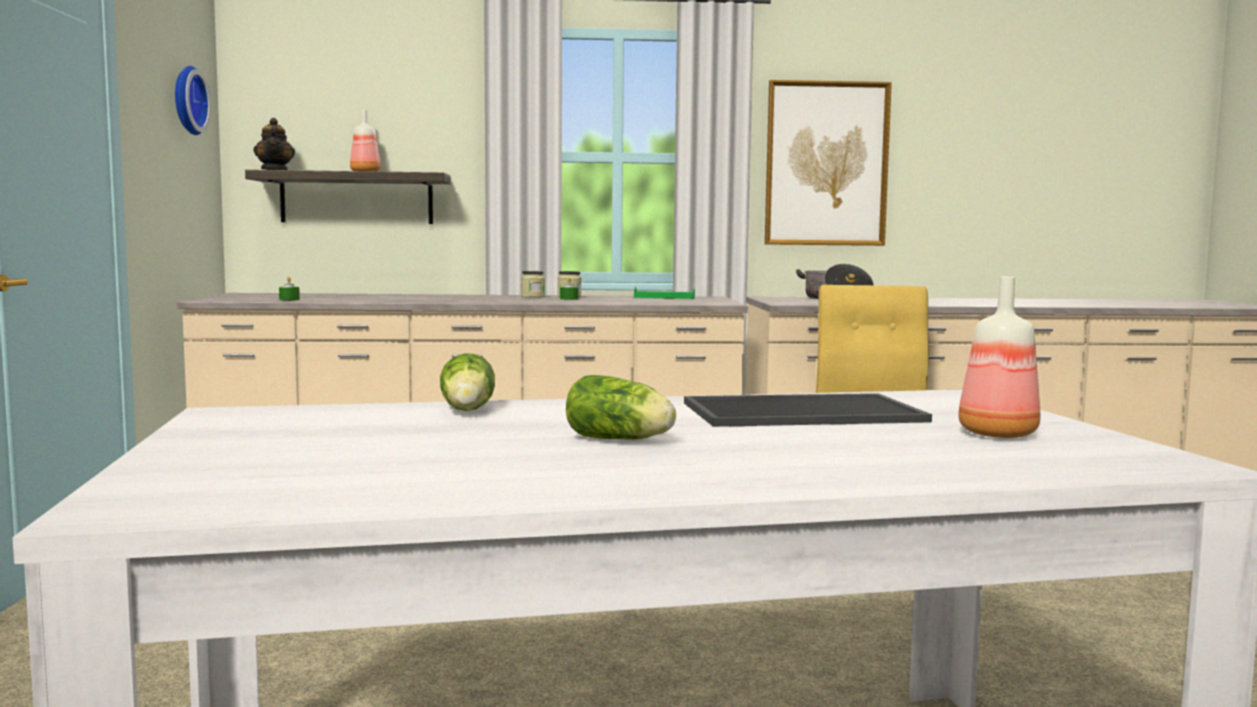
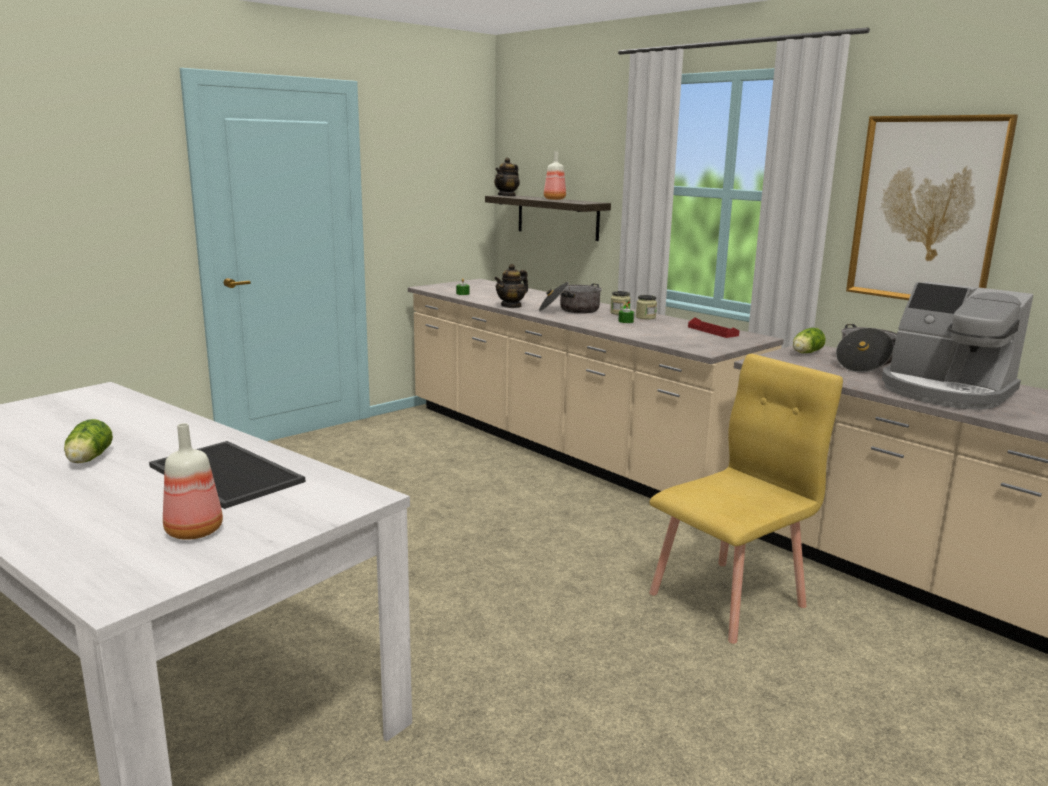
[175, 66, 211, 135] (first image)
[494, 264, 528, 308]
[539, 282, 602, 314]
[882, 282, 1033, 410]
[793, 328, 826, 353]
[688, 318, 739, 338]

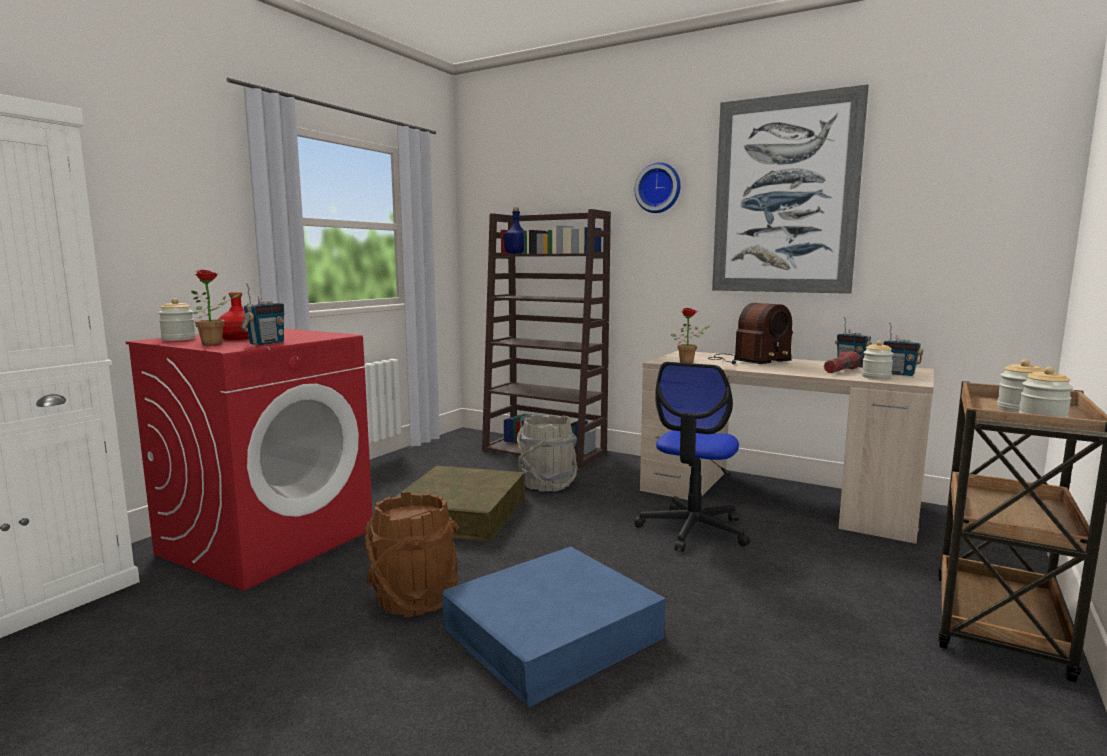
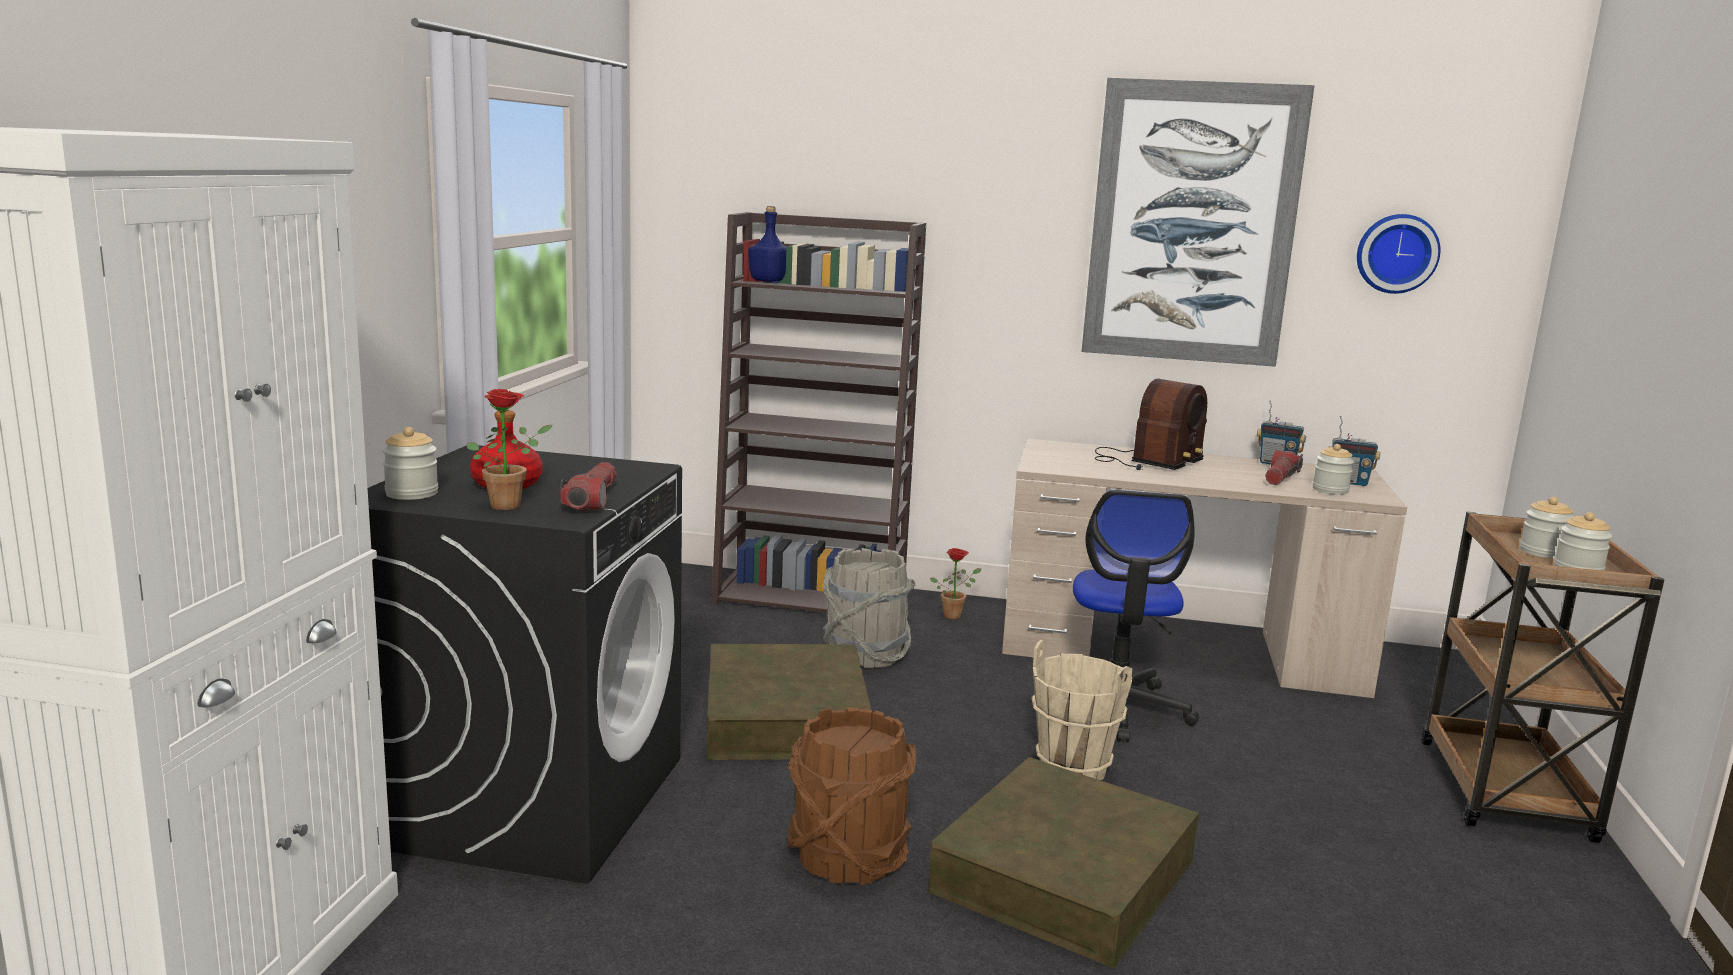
[1032, 640, 1133, 780]
[1357, 214, 1441, 294]
[930, 548, 981, 619]
[559, 462, 617, 511]
[368, 445, 682, 884]
[928, 757, 1199, 968]

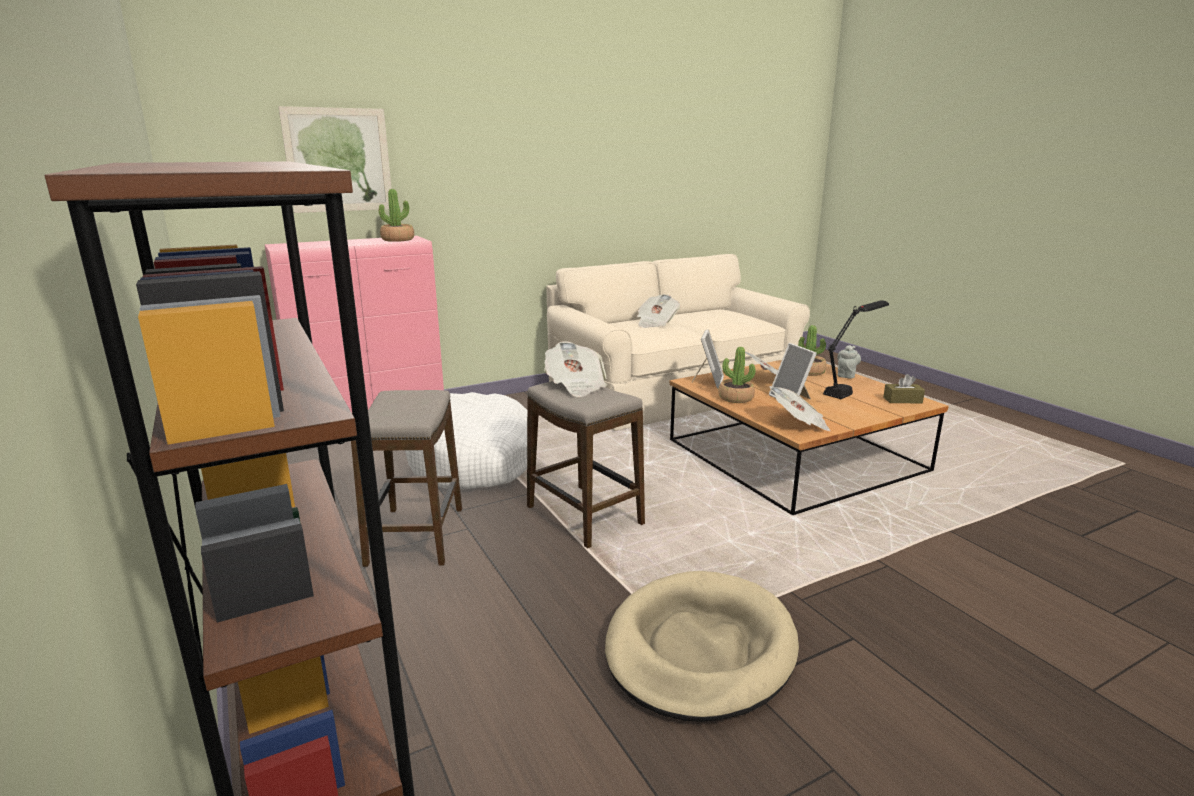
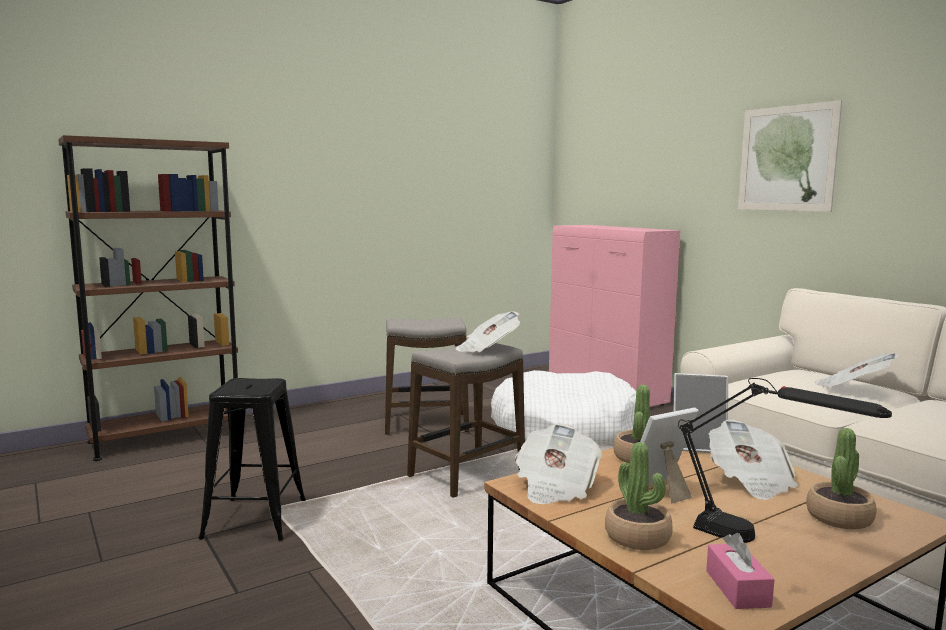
[837, 345, 861, 379] (first image)
[738, 100, 842, 212]
[605, 442, 673, 550]
[198, 378, 306, 541]
[706, 533, 775, 609]

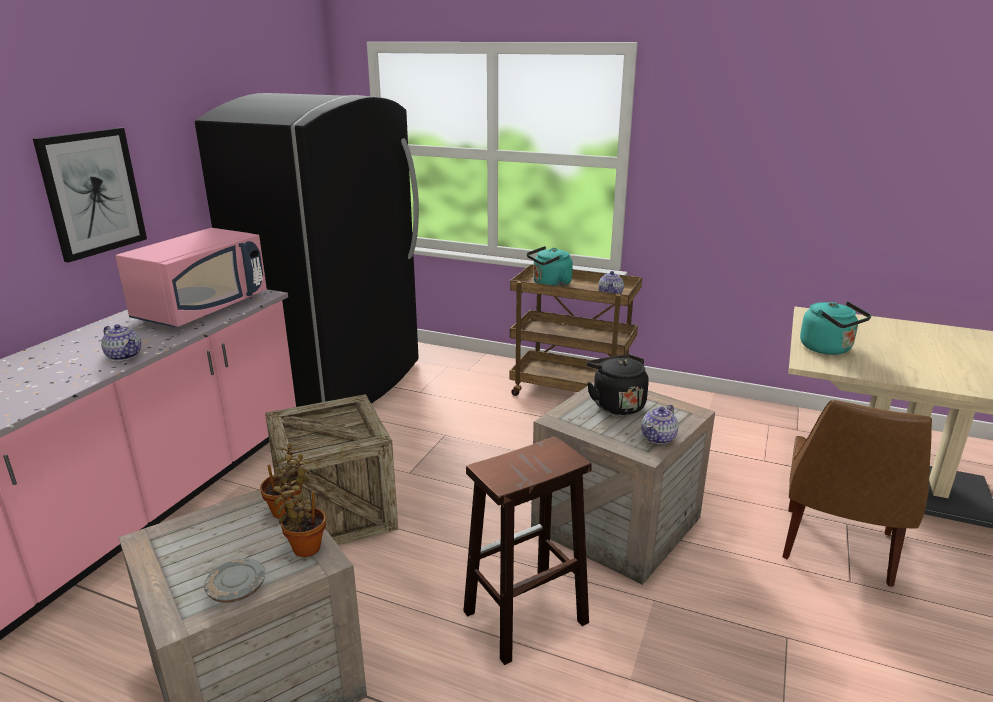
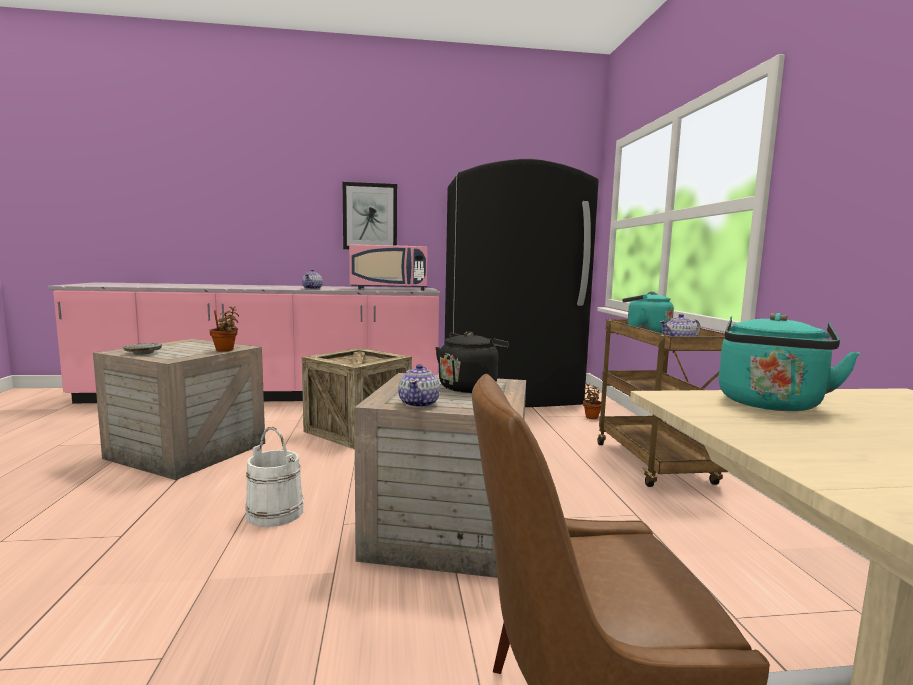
[583, 384, 601, 419]
[245, 427, 304, 527]
[398, 364, 440, 408]

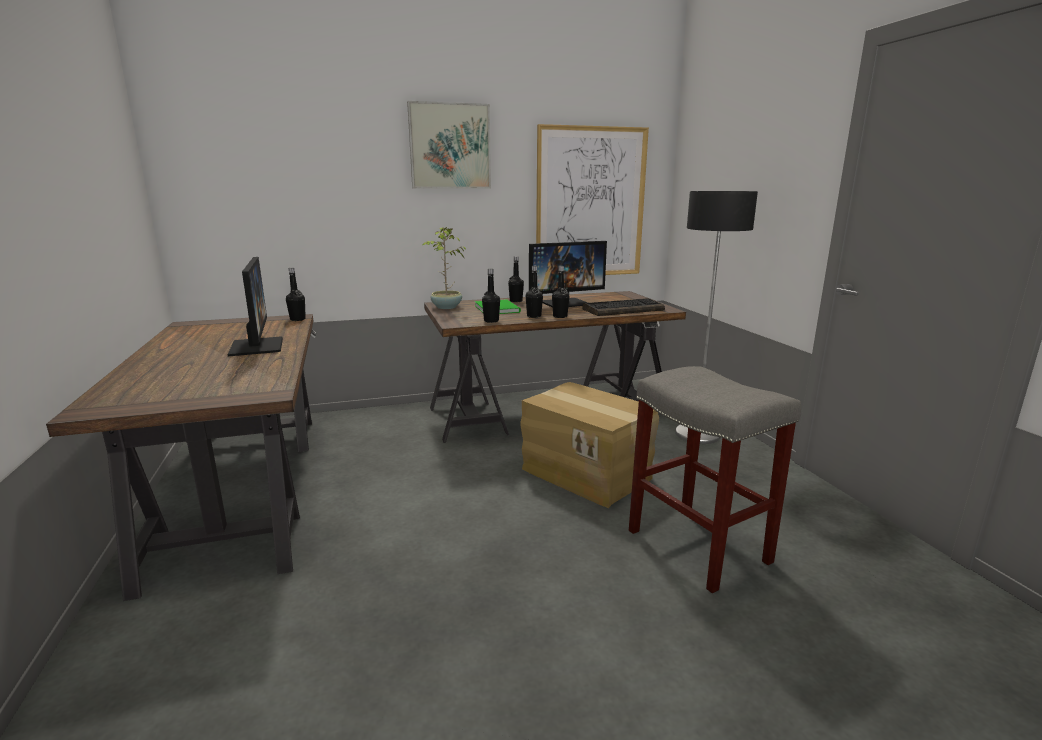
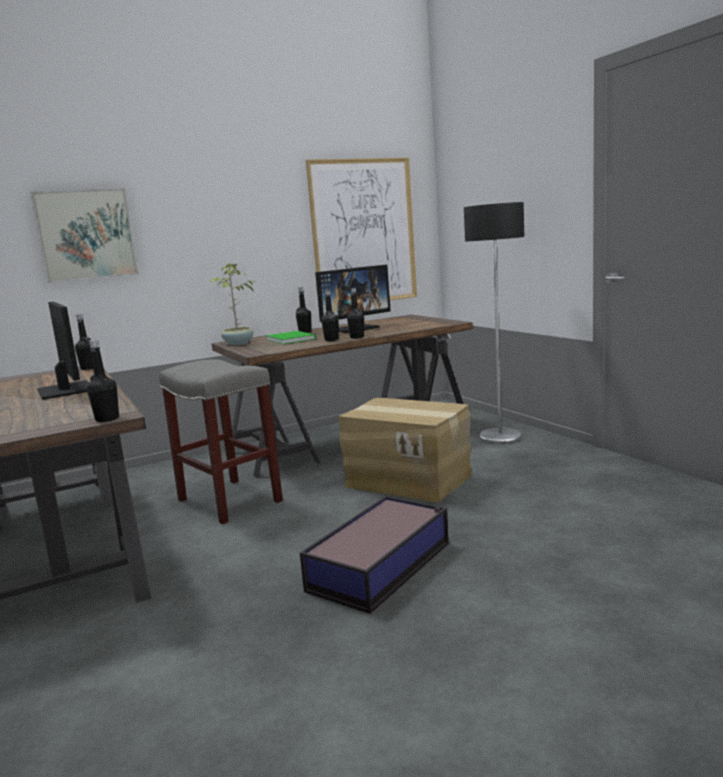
[582, 298, 665, 316] (first image)
[300, 496, 449, 614]
[30, 188, 139, 283]
[87, 340, 119, 422]
[159, 359, 283, 524]

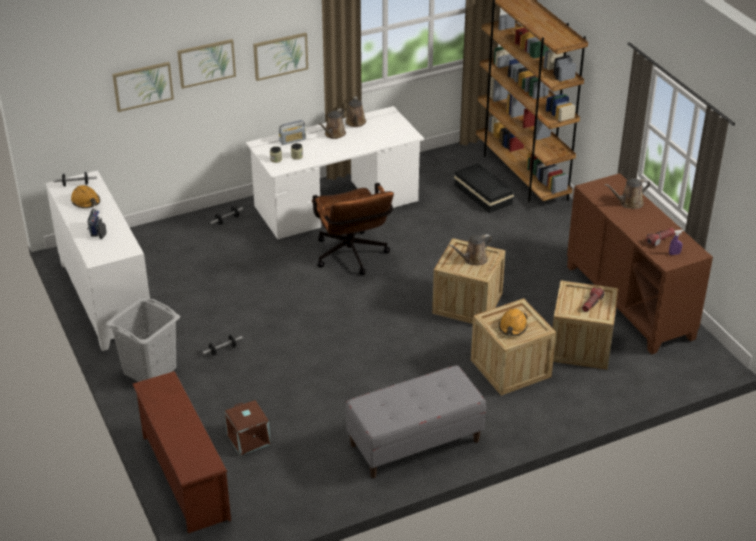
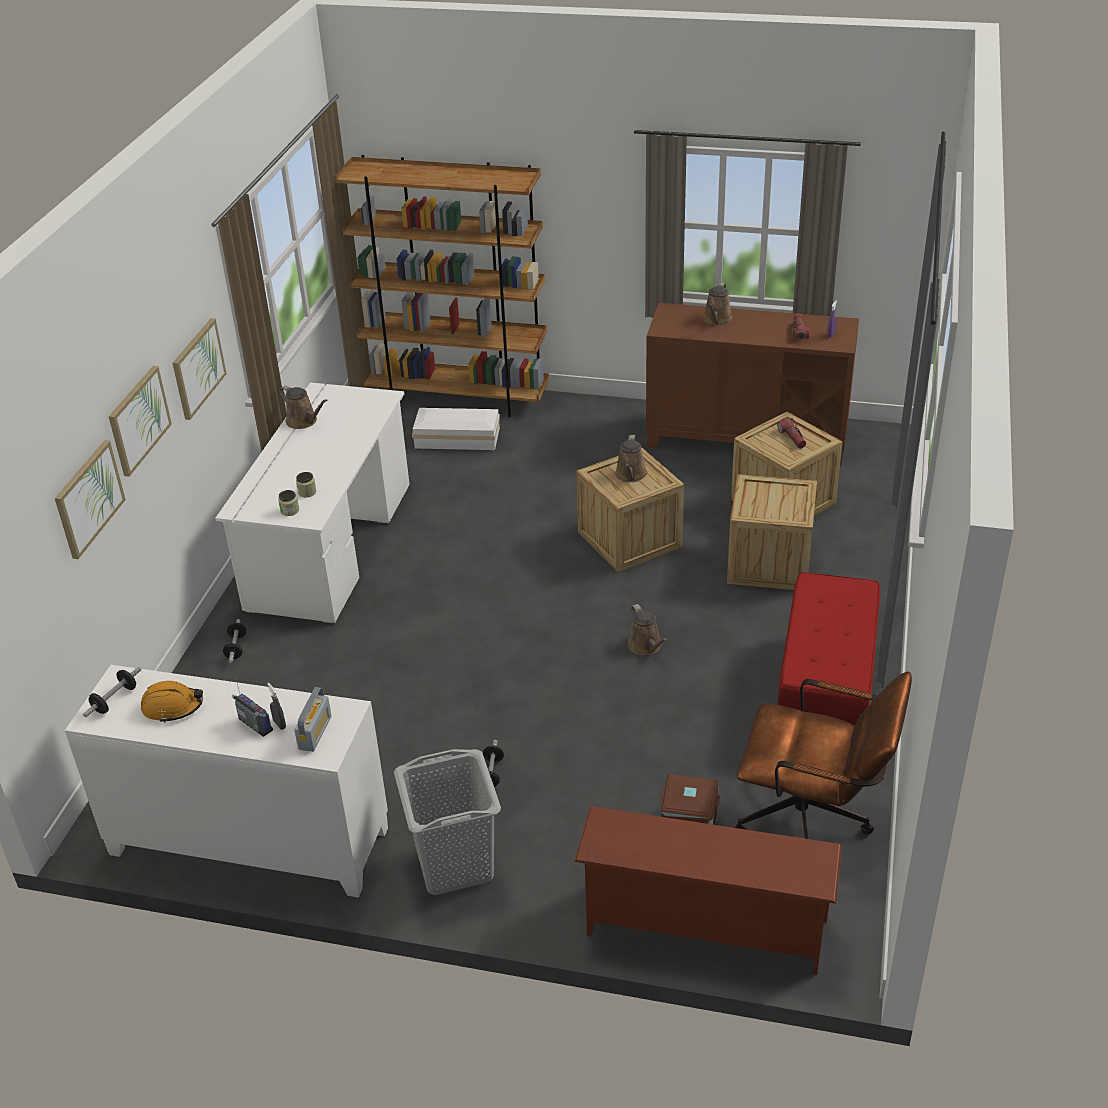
[499, 309, 528, 336] (first image)
[294, 687, 332, 752]
[735, 671, 912, 839]
[628, 604, 668, 655]
[778, 572, 880, 726]
[412, 408, 500, 450]

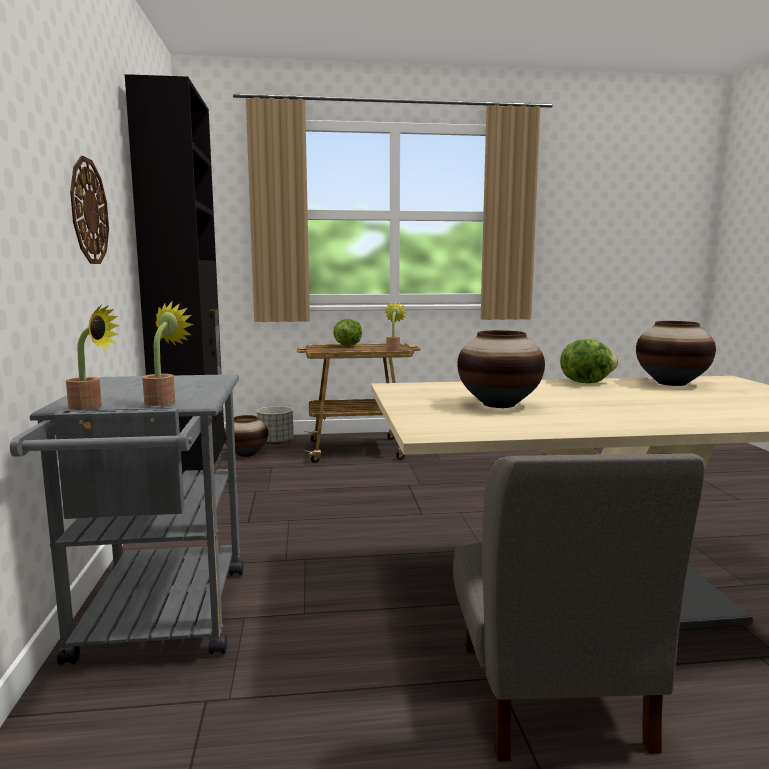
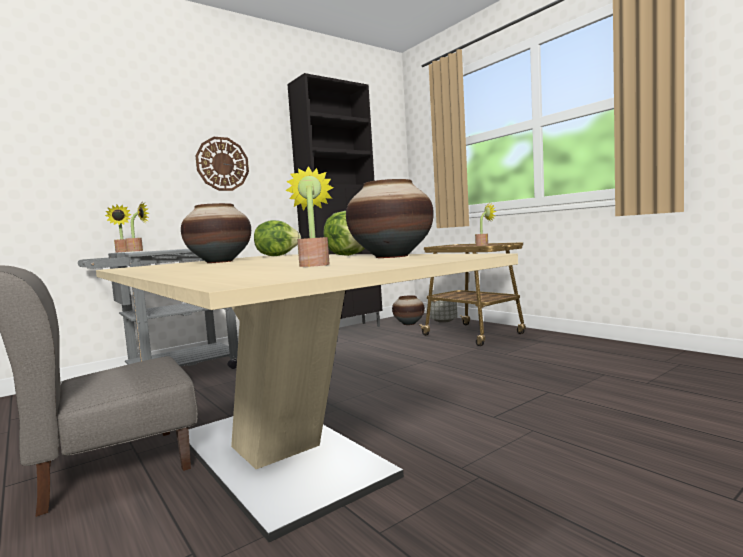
[285, 166, 334, 267]
[254, 220, 301, 256]

